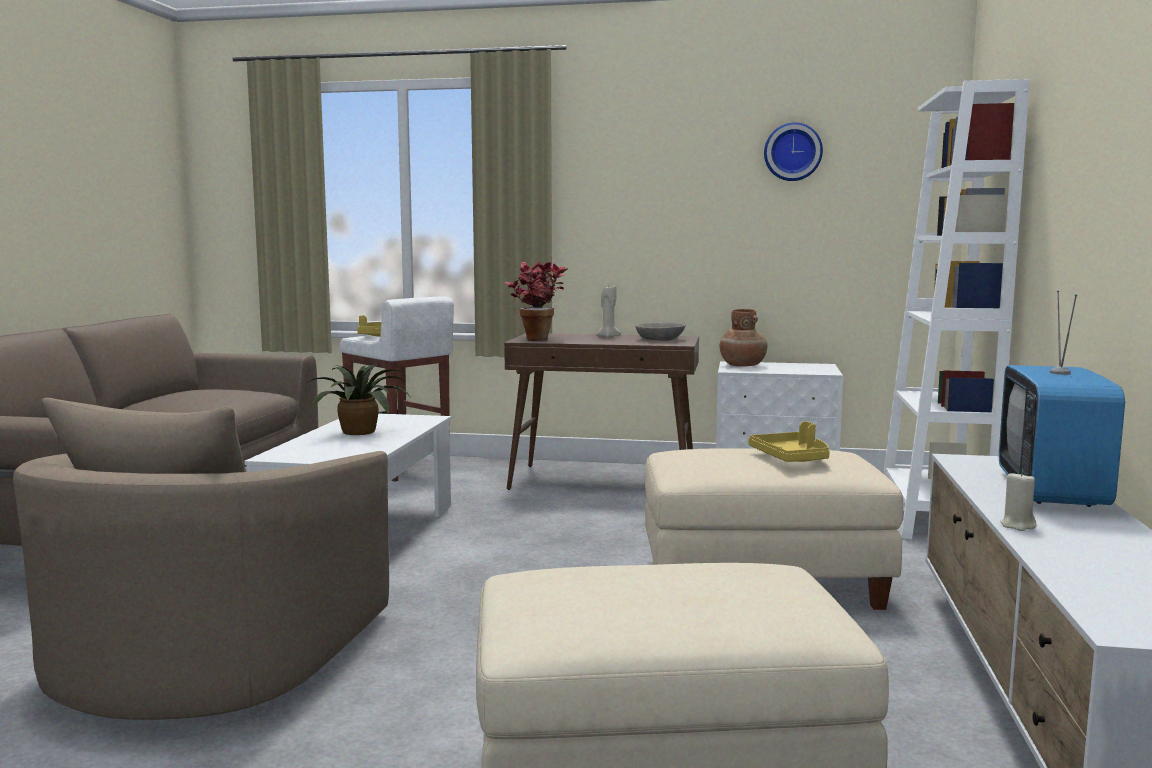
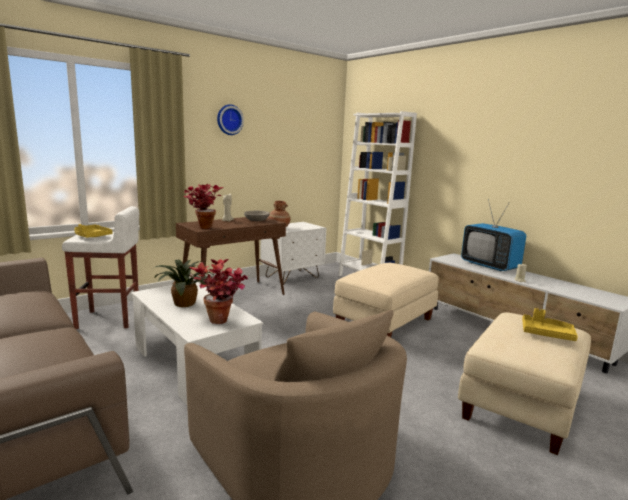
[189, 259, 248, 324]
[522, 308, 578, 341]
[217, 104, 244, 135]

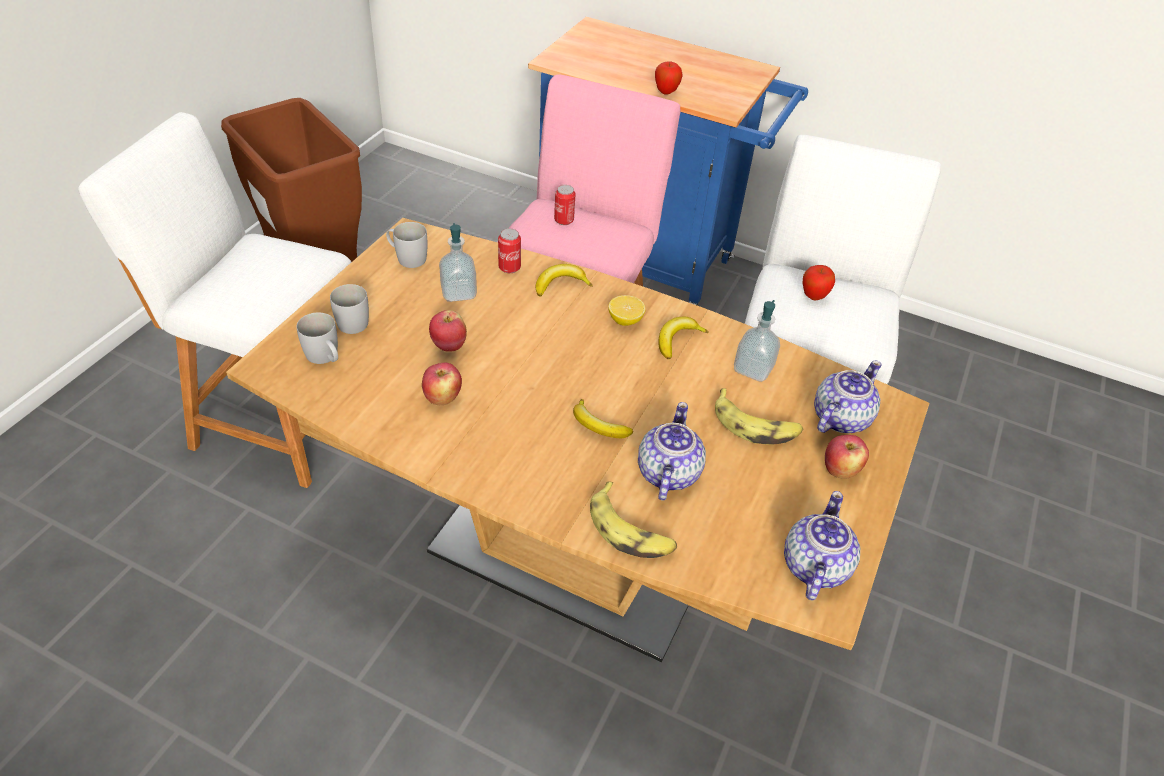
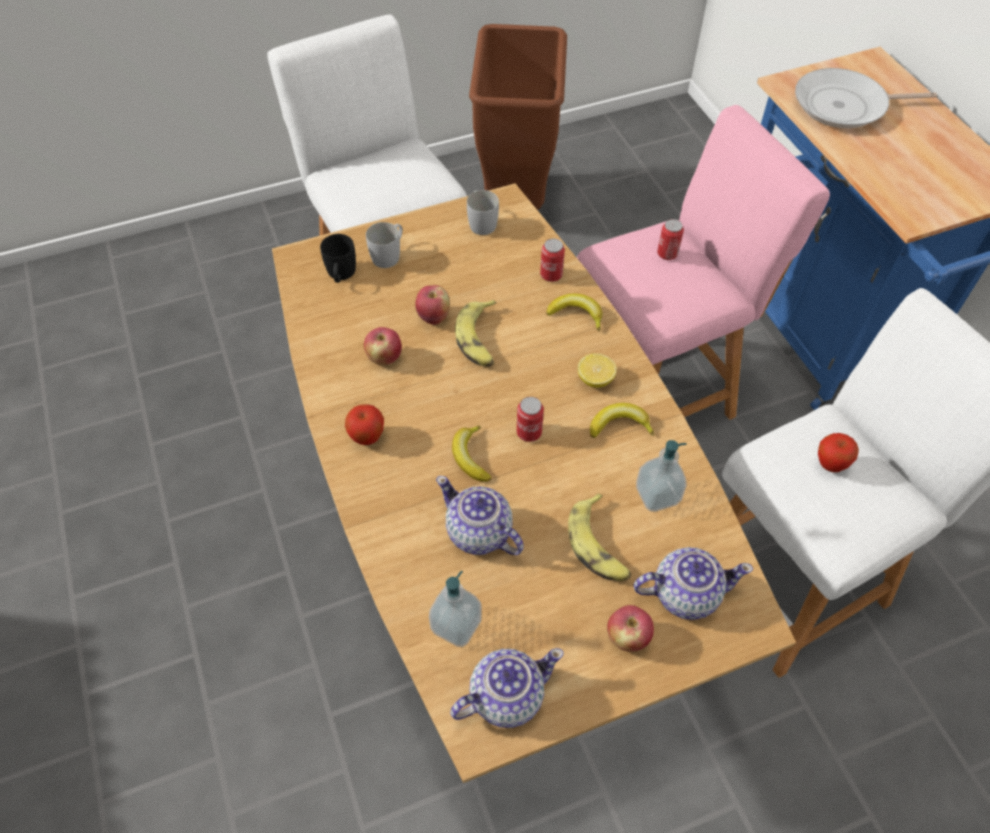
[517, 397, 544, 442]
[795, 68, 937, 128]
[429, 570, 482, 647]
[455, 300, 496, 367]
[345, 404, 384, 445]
[320, 234, 356, 283]
[436, 476, 524, 555]

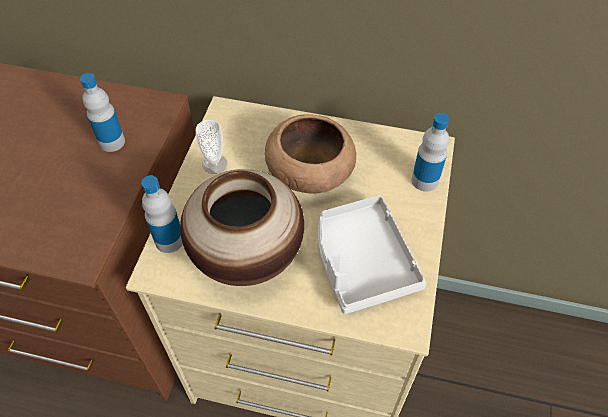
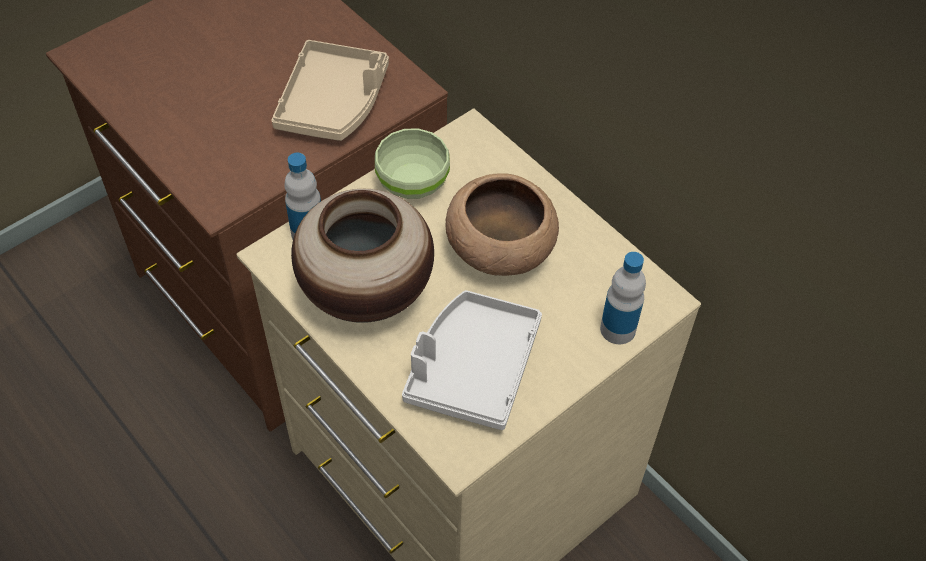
[272, 40, 389, 141]
[375, 128, 450, 199]

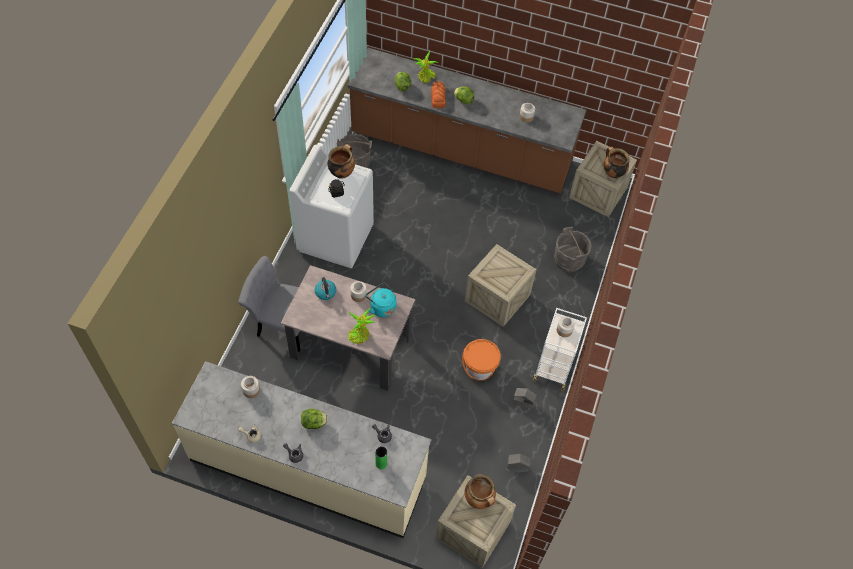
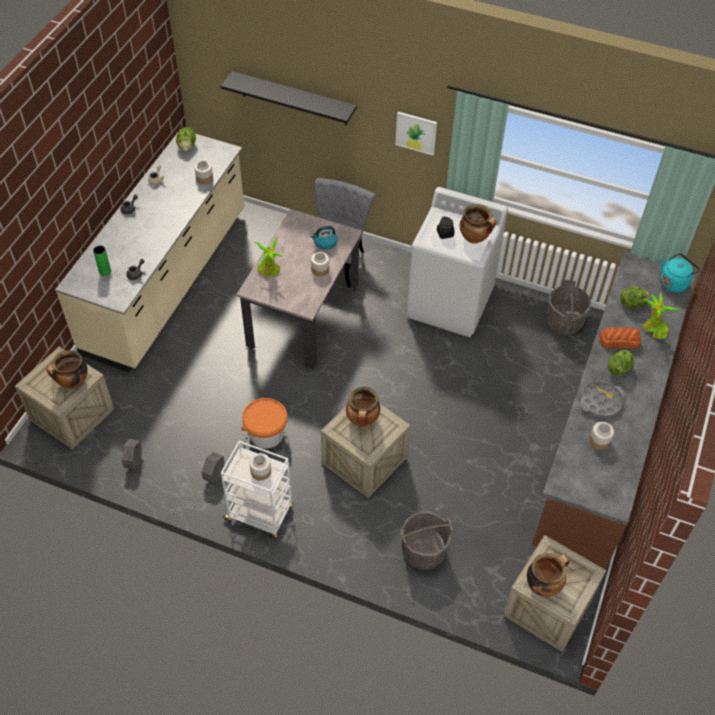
[221, 71, 357, 125]
[346, 387, 380, 426]
[395, 112, 437, 155]
[579, 381, 624, 417]
[176, 127, 196, 152]
[660, 253, 701, 292]

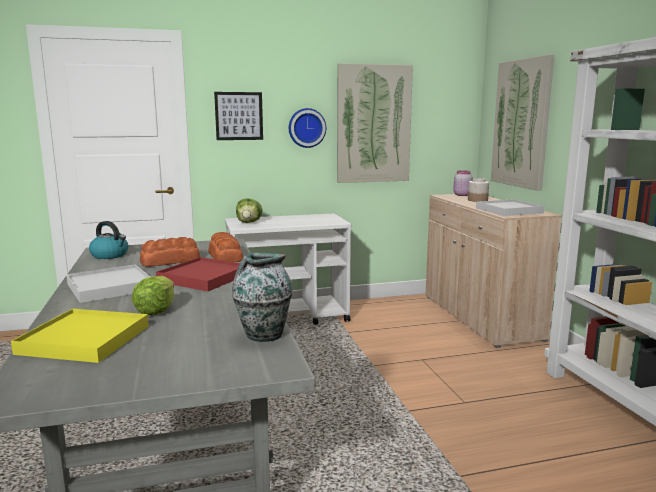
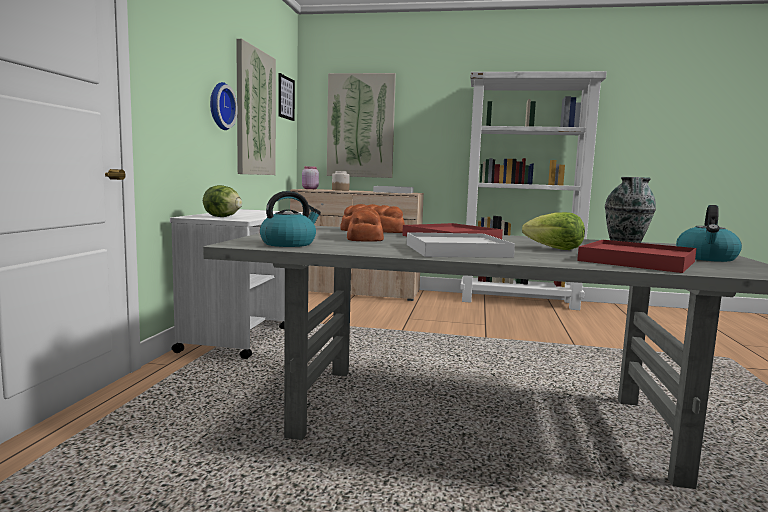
[676, 205, 742, 262]
[279, 73, 295, 121]
[577, 240, 697, 273]

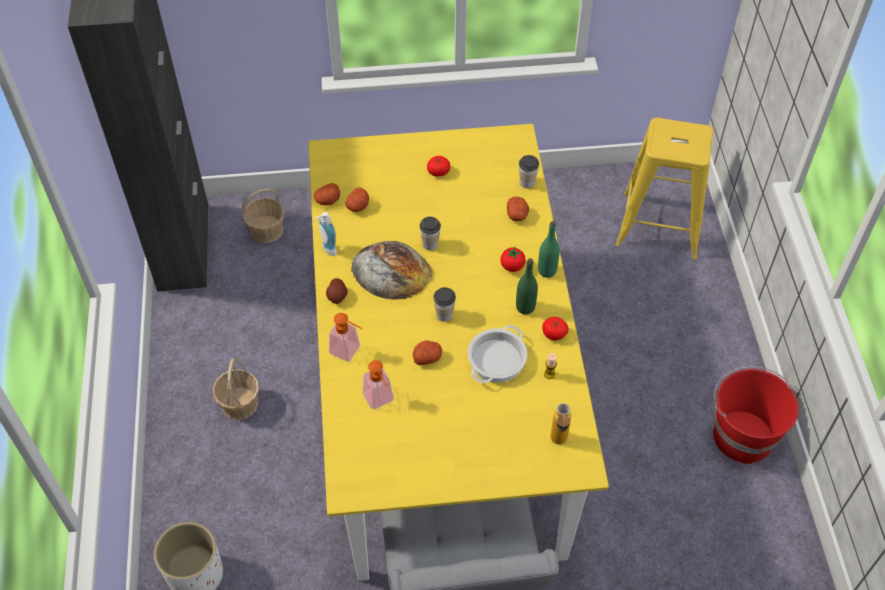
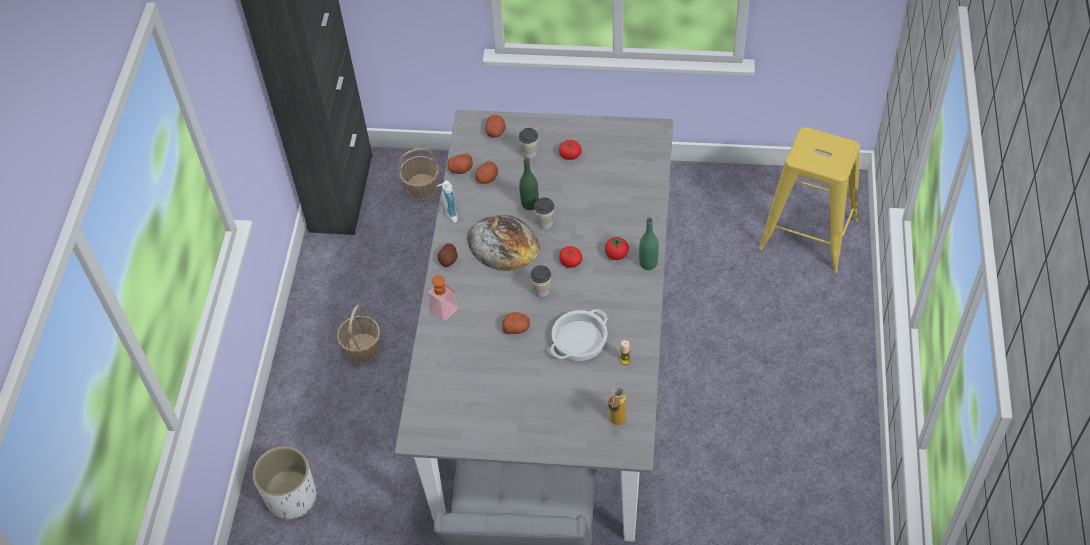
[362, 360, 394, 409] (first image)
[713, 366, 799, 464] (first image)
[485, 115, 506, 137]
[519, 157, 539, 210]
[519, 128, 538, 159]
[559, 246, 583, 268]
[395, 110, 673, 542]

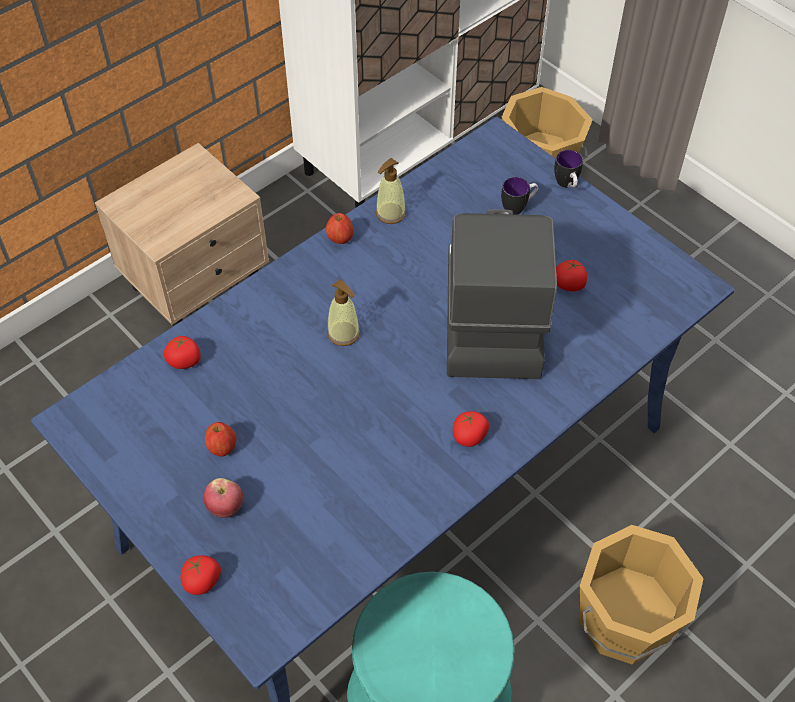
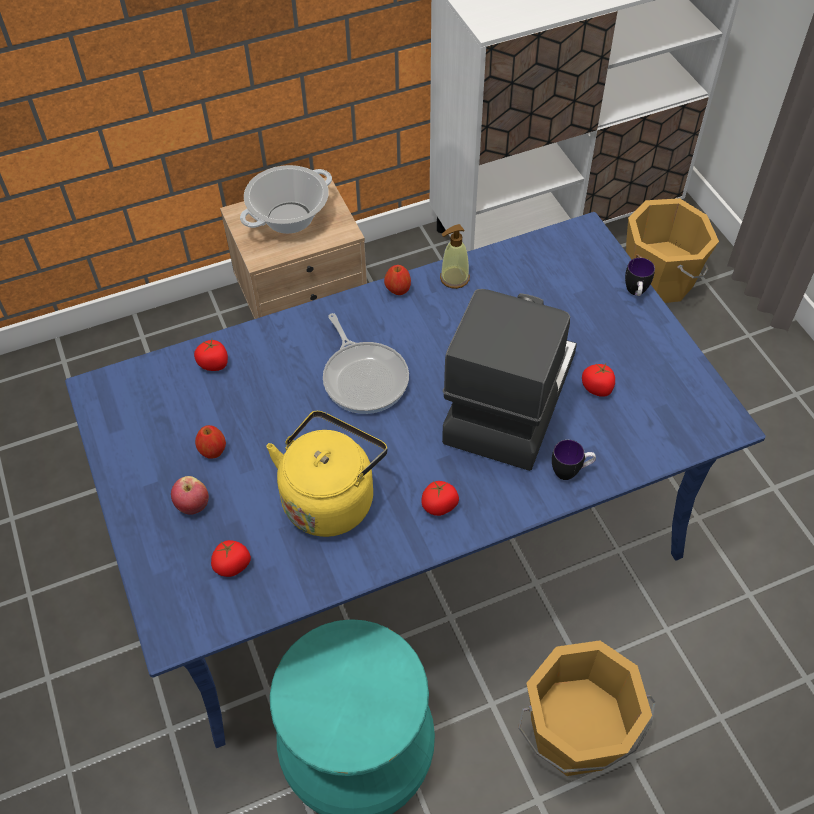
[240, 165, 332, 234]
[266, 411, 387, 537]
[211, 540, 251, 577]
[552, 440, 596, 480]
[323, 313, 409, 414]

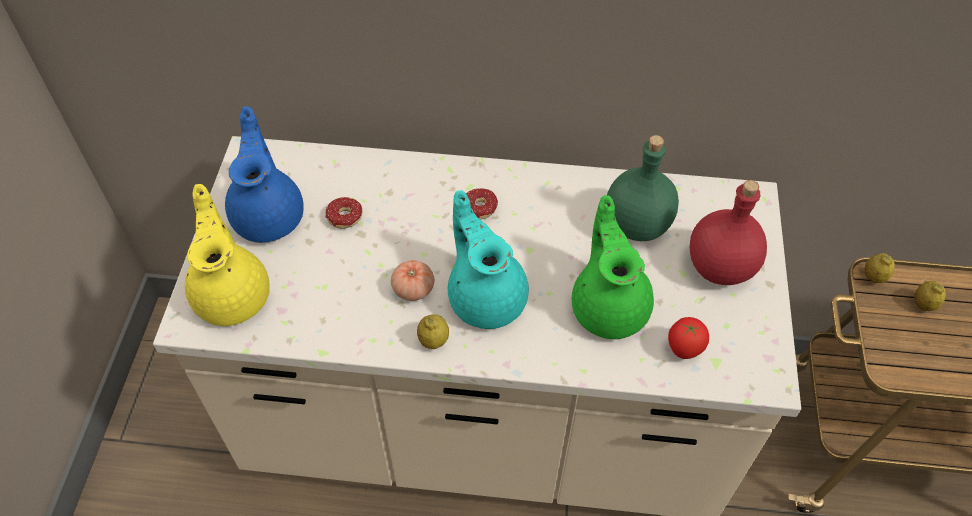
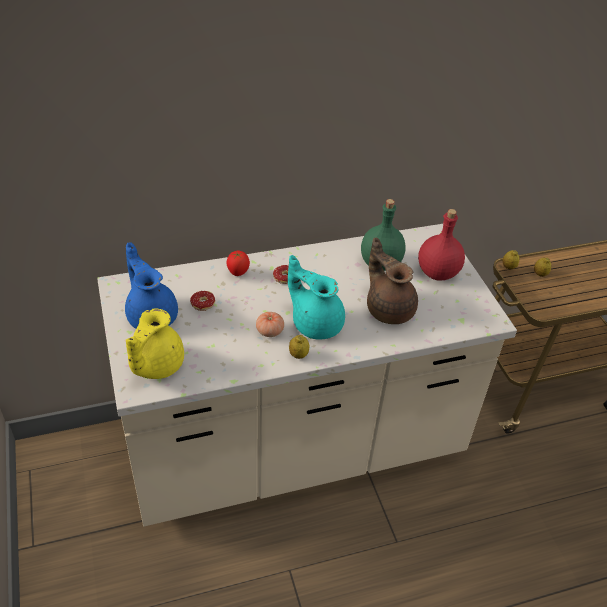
[226, 251, 250, 276]
[367, 238, 418, 324]
[126, 309, 184, 379]

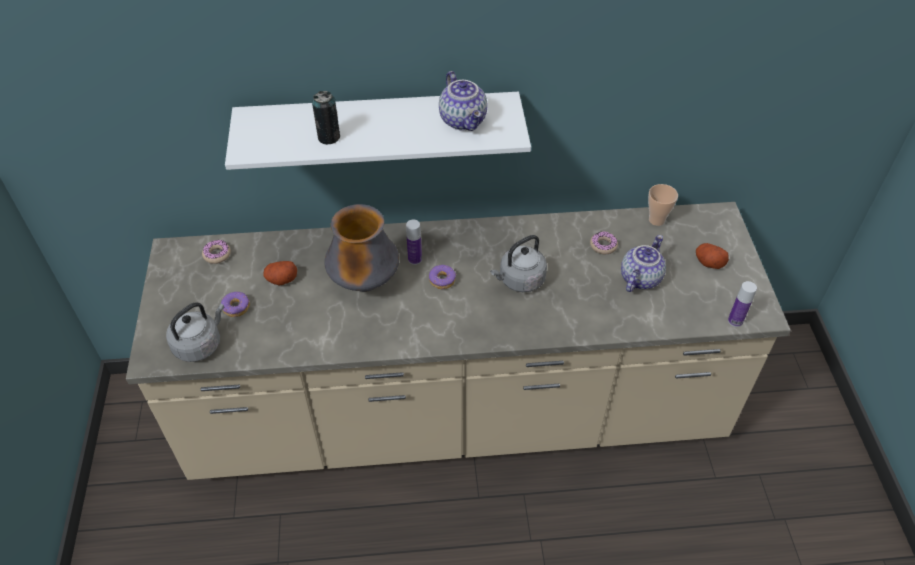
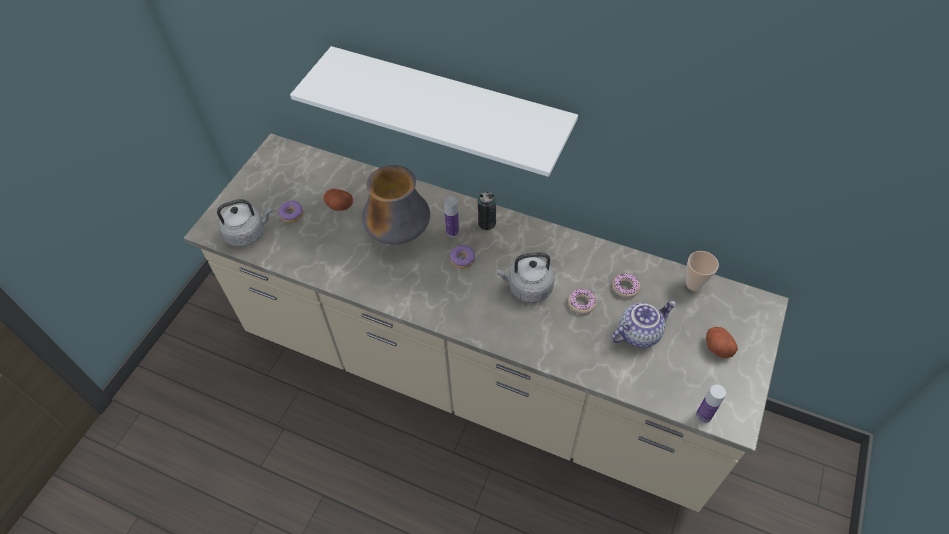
[439, 71, 487, 131] (first image)
[568, 289, 596, 314]
[478, 192, 496, 230]

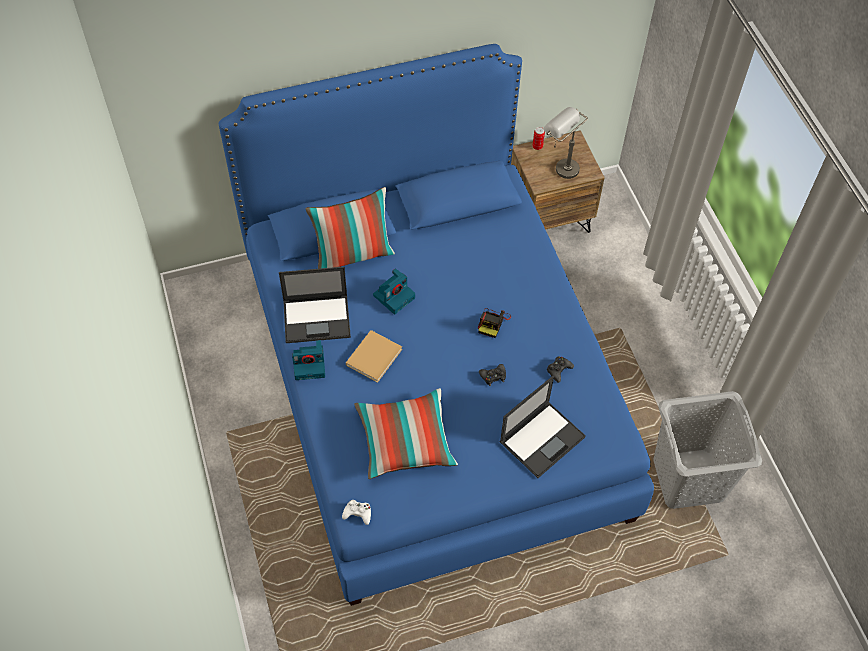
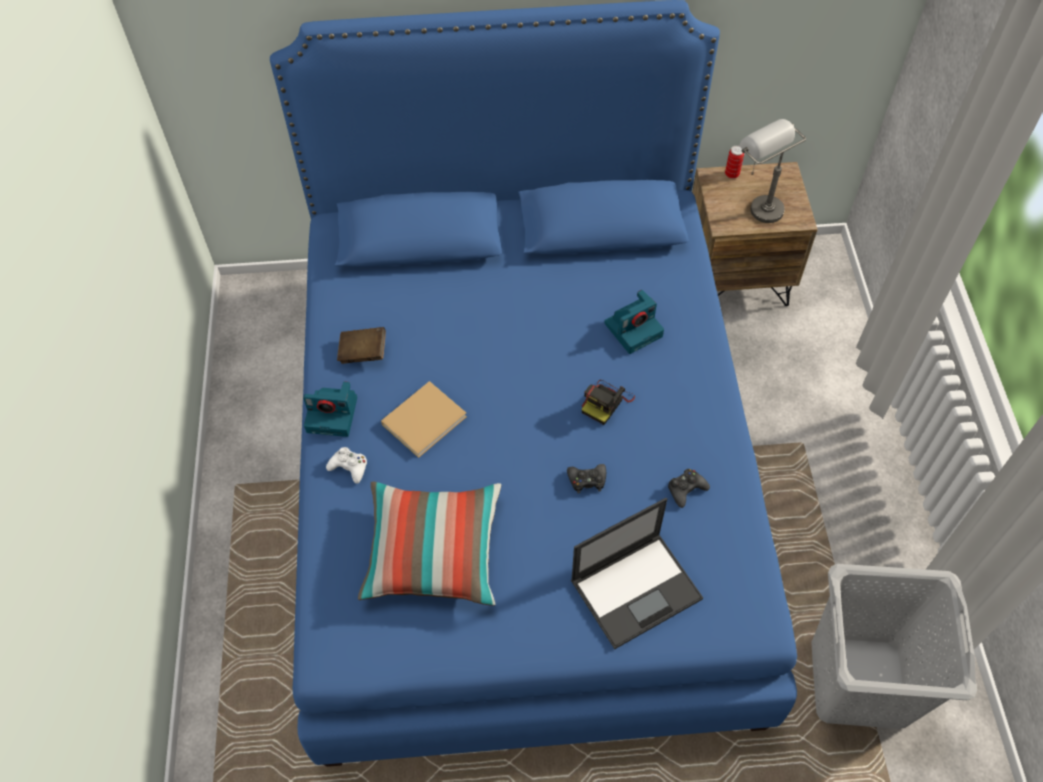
[305, 187, 395, 269] (first image)
[326, 447, 367, 484]
[605, 290, 664, 354]
[337, 327, 386, 364]

